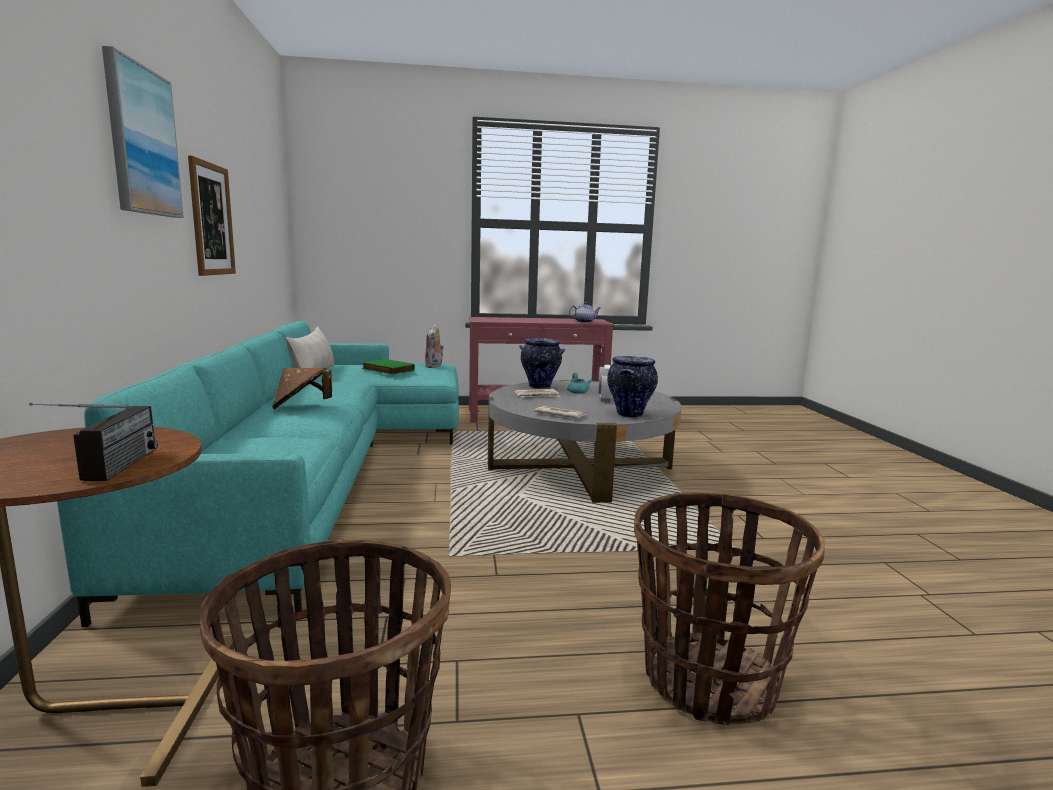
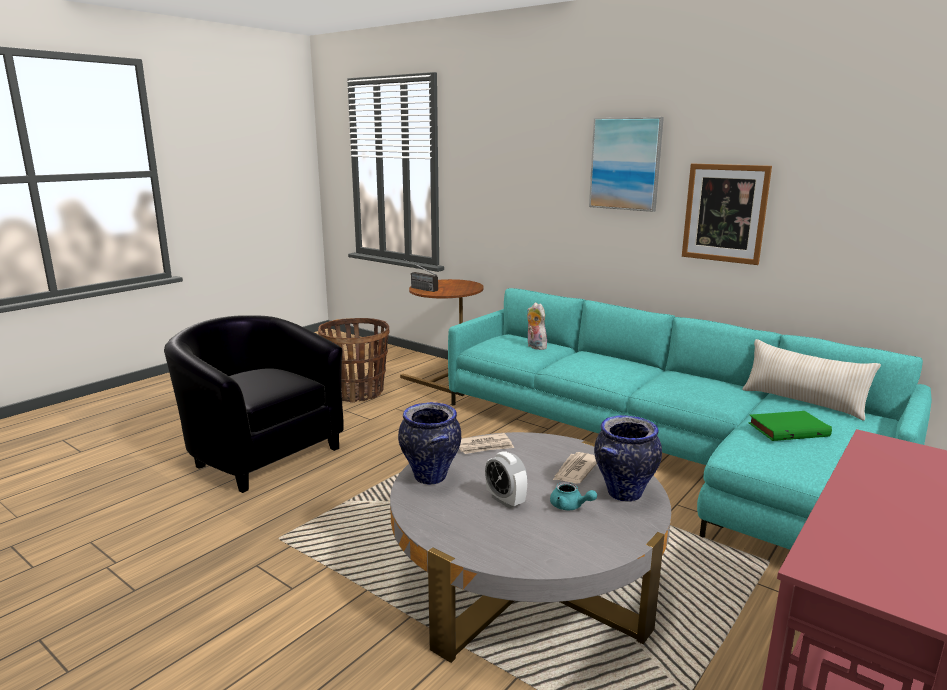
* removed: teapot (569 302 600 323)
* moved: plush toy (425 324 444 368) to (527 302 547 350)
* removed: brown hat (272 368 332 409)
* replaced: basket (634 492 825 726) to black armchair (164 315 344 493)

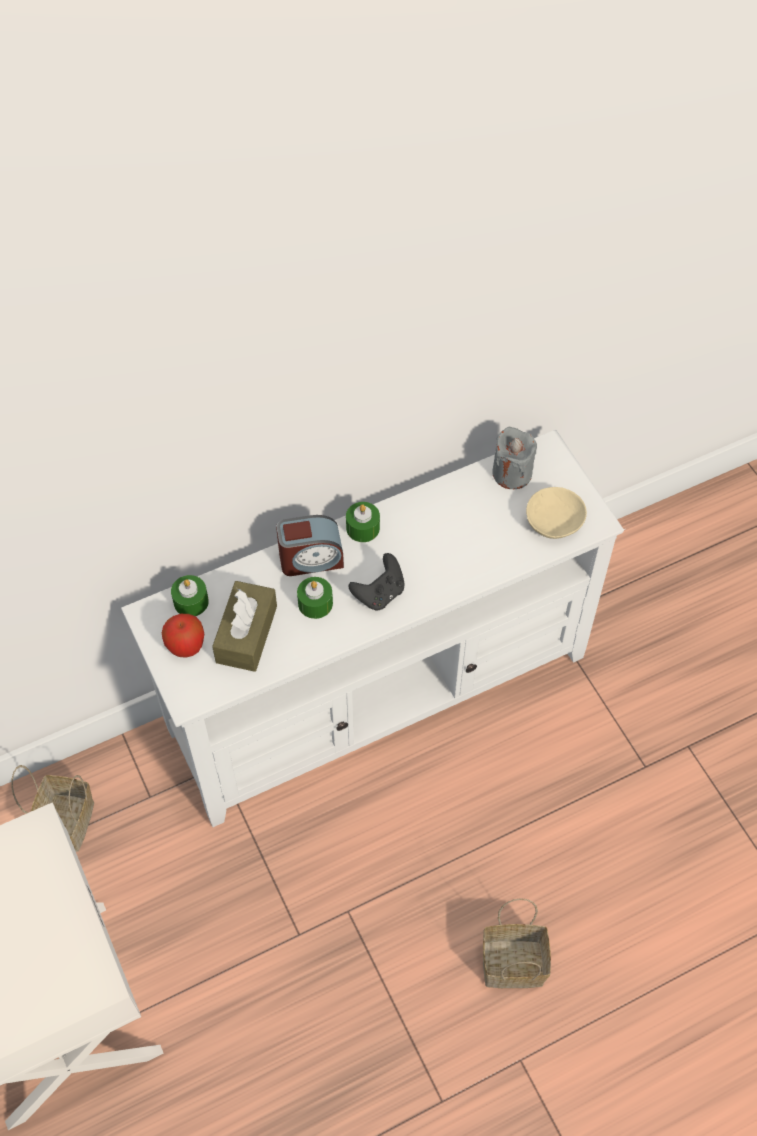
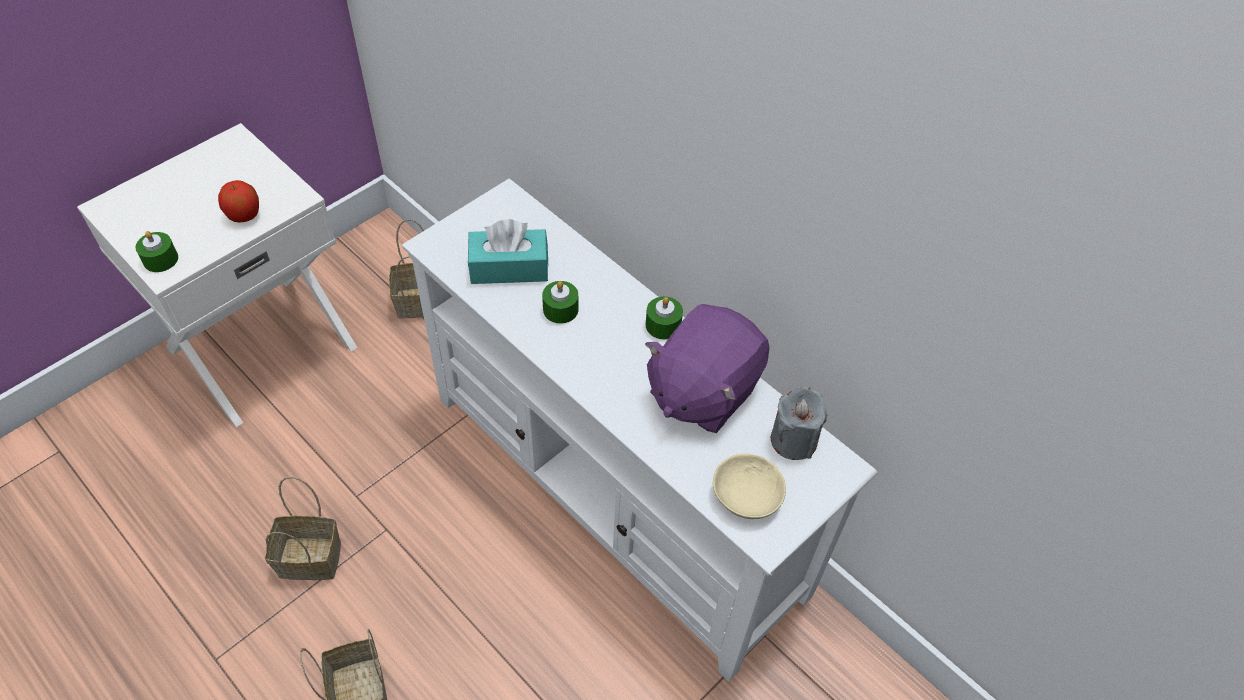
* removed: alarm clock (276 515 344 576)
* removed: black game controller (348 553 405 611)
* moved: green candle (171 575 209 616) to (135 231 178 272)
* recoloured: brown tissue box (212 581 277 672) to turquoise tissue box (468 219 549 284)
* moved: apple (162 614 204 658) to (218 180 259 222)
* added: purple plush toy (645 304 770 433)
* added: basket (265 477 341 580)

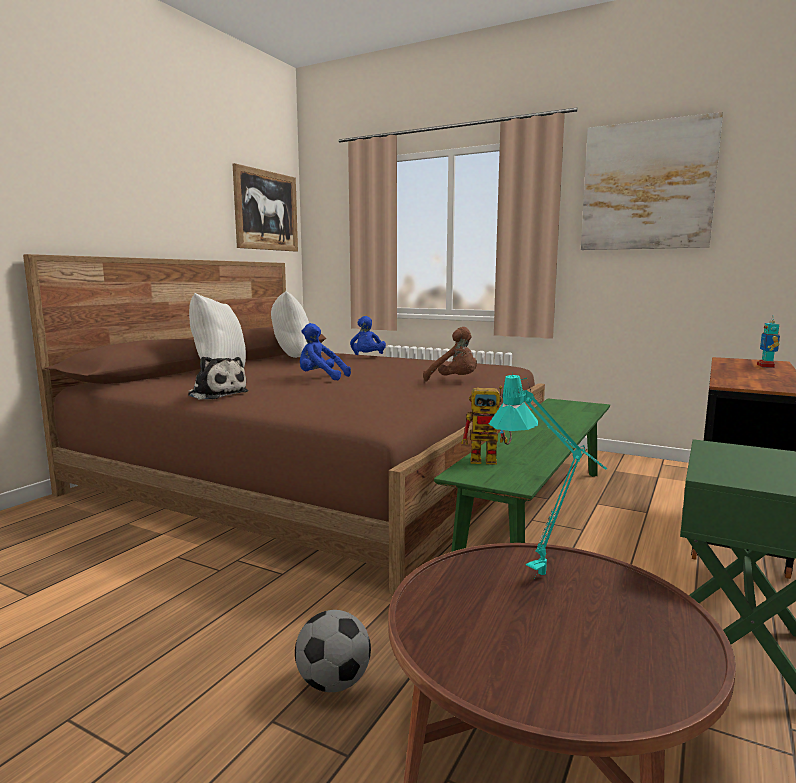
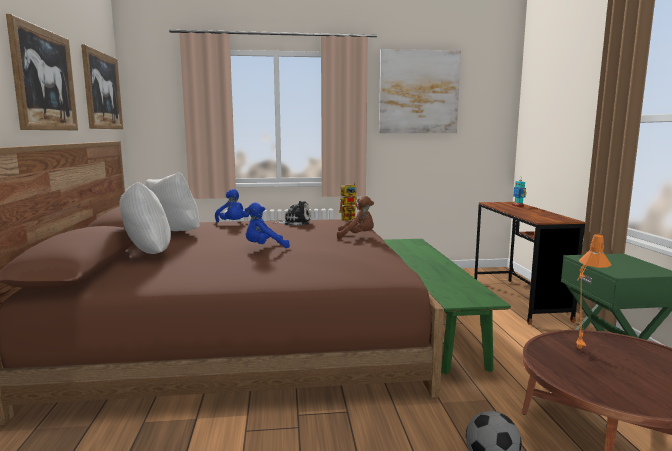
* moved: plush toy (188 357 248 400) to (274 201 311 226)
* recoloured: turquoise table lamp (489 373 607 575) to orange table lamp (576 233 612 349)
* moved: toy robot (461 386 512 465) to (339 183 359 221)
* added: picture (6 14 78 130)

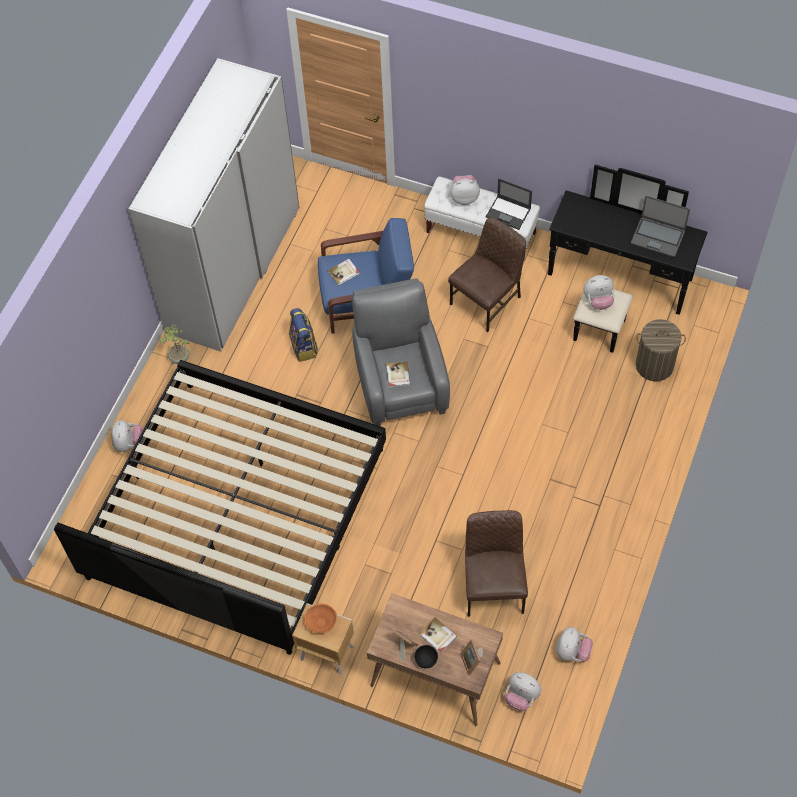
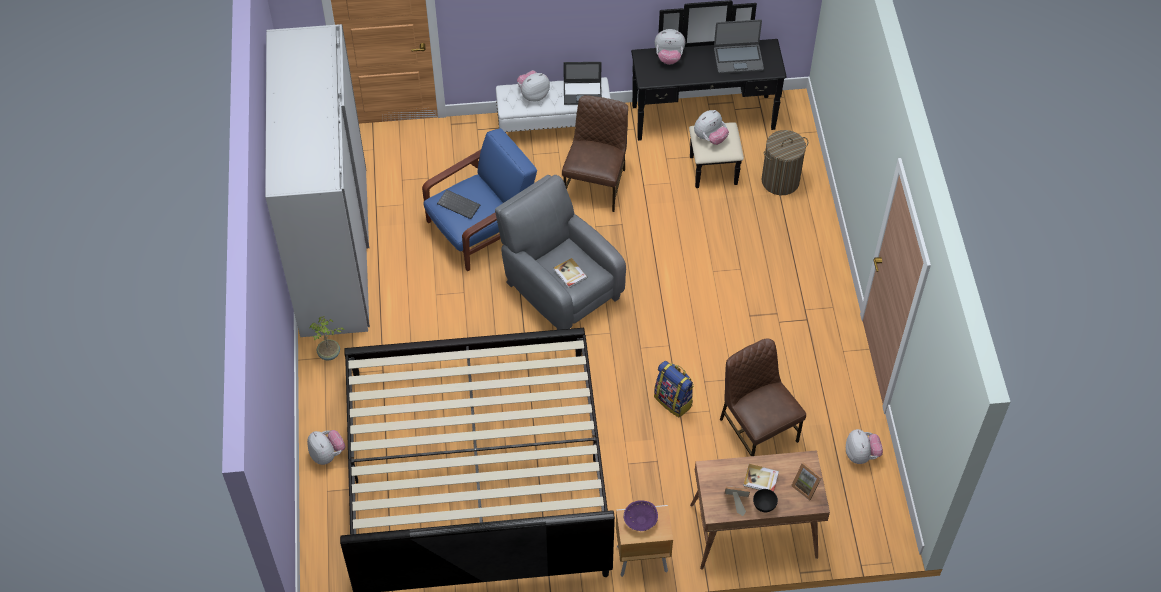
* replaced: book (327 259 360 286) to keyboard (437 190 480 219)
* moved: backpack (289 308 318 362) to (654 361 694 418)
* recoloured: orange bowl (304 604 337 634) to purple bowl (624 500 658 531)
* moved: plush toy (505 672 541 711) to (655 29 685 65)

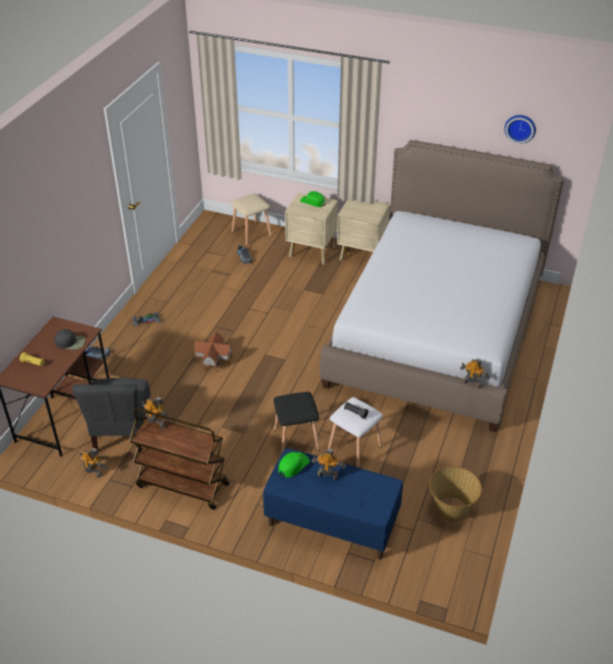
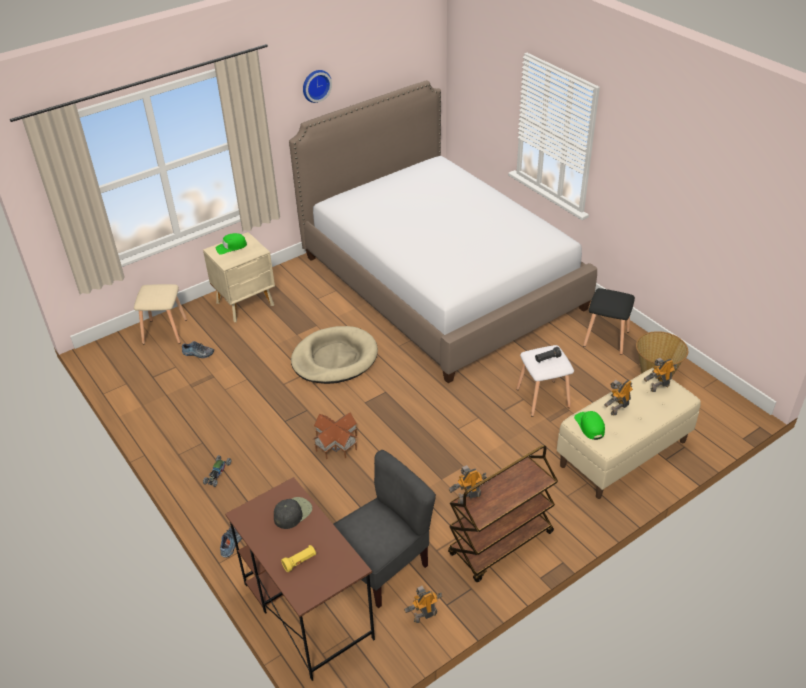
* moved: wall clock (504 115 536 144) to (303 70 332 103)
* removed: beige nightstand (337 198 390 261)
* moved: toy robot (460 359 490 388) to (644 358 677 392)
* turned: grey chair (72 378 151 453) = (333 450 436 608) 75 degrees counterclockwise
* moved: black stool (273 392 320 455) to (583 288 635 355)
* recoloured: blue bench (263 448 403 559) to beige bench (557 368 701 499)
* added: beige dog bed (291 326 378 384)

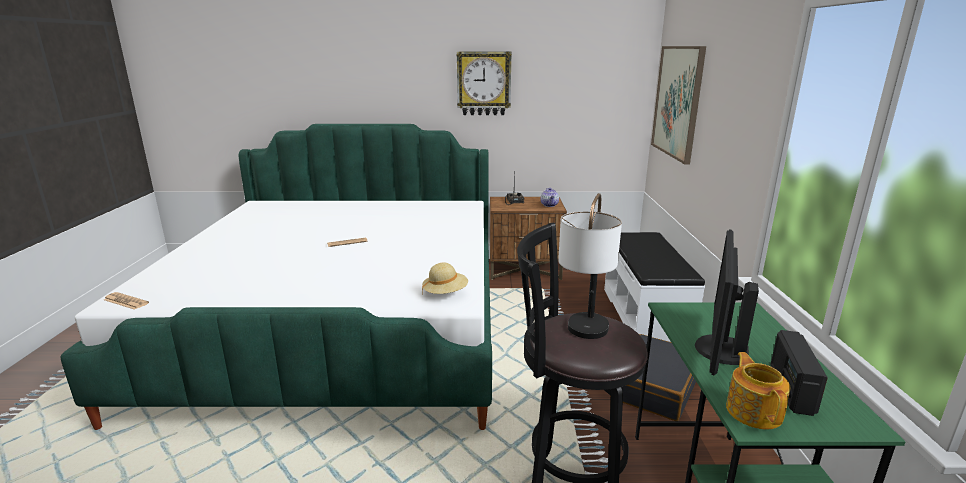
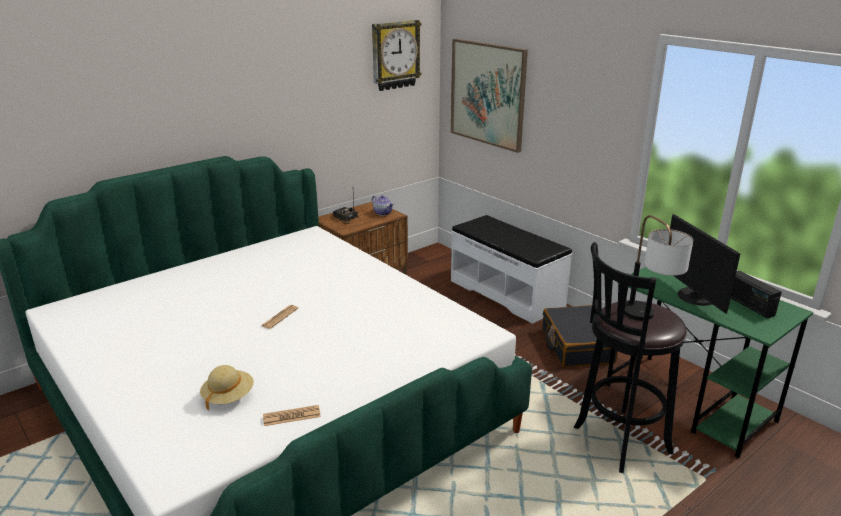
* moved: wall clock (457 52 512 115) to (372 20 422 91)
* moved: beige hat (422 263 468 294) to (200 365 254 411)
* moved: newspaper (104 292 149 310) to (263 405 321 426)
* removed: teapot (726 352 791 430)

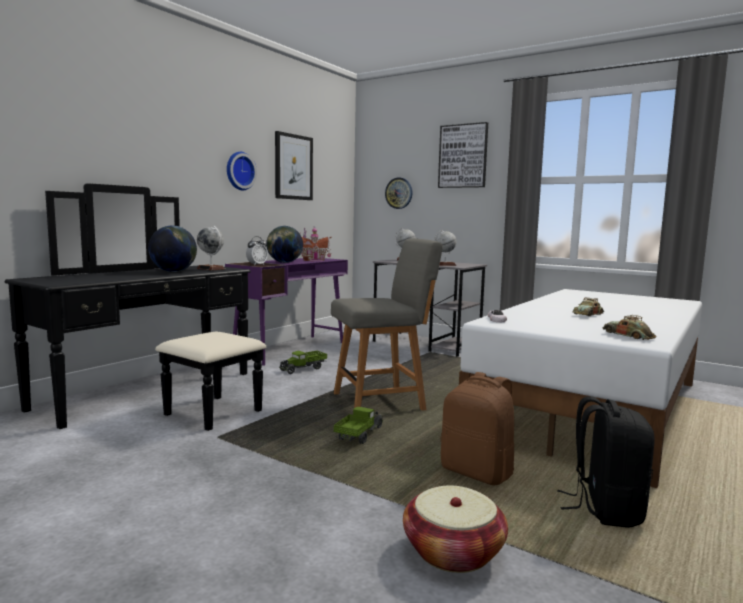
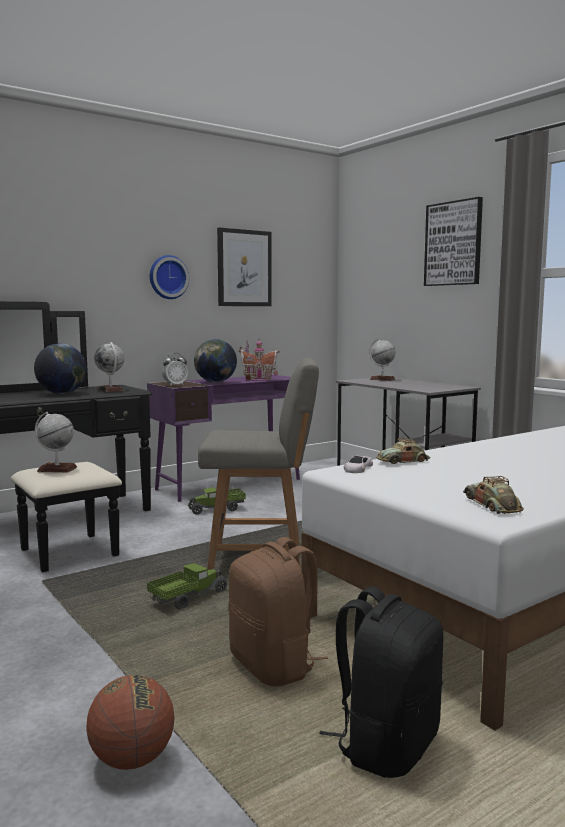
* removed: wall clock (385 177 413 209)
* moved: globe (434 230 456 266) to (35 412 77 472)
* moved: toy car (573 297 604 316) to (376 438 430 464)
* replaced: basket (403 485 508 573) to basketball (86 675 175 770)

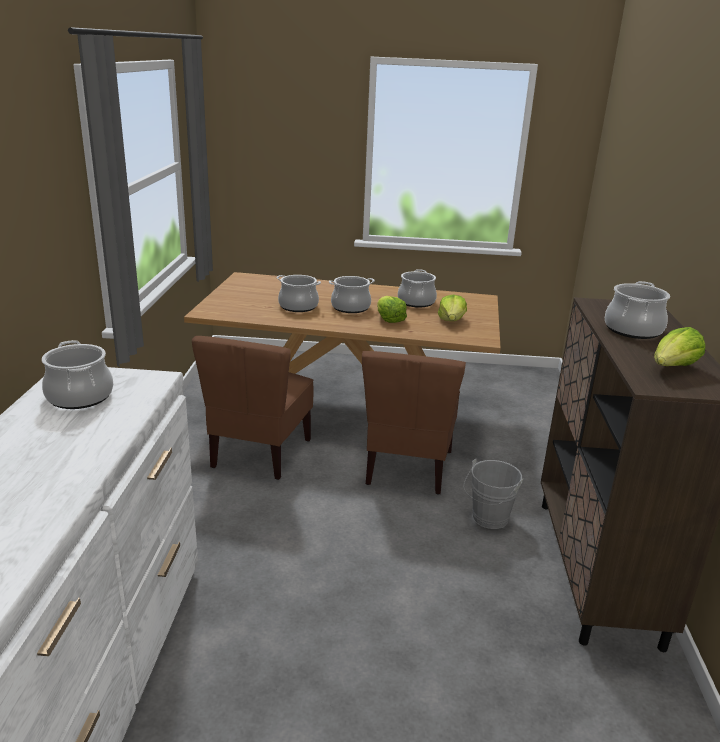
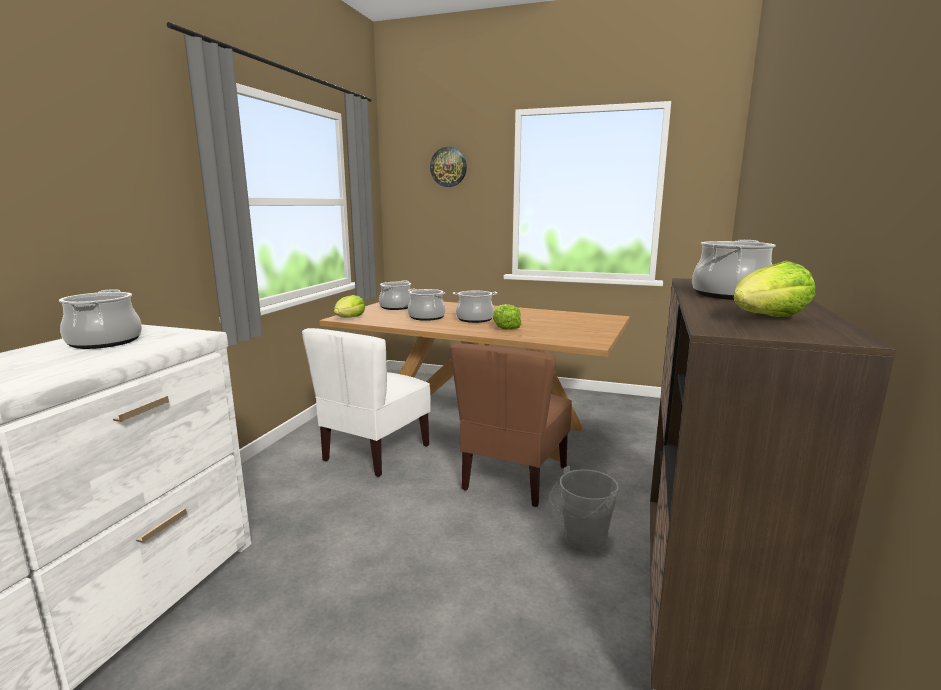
* moved: cooking pot (398 269 437 308) to (379 280 411 310)
* moved: lettuce (438 295 467 321) to (334 295 365 318)
* recoloured: brown chair (192 336 313 480) to white chair (302 328 431 477)
* added: wall clock (430 147 467 187)

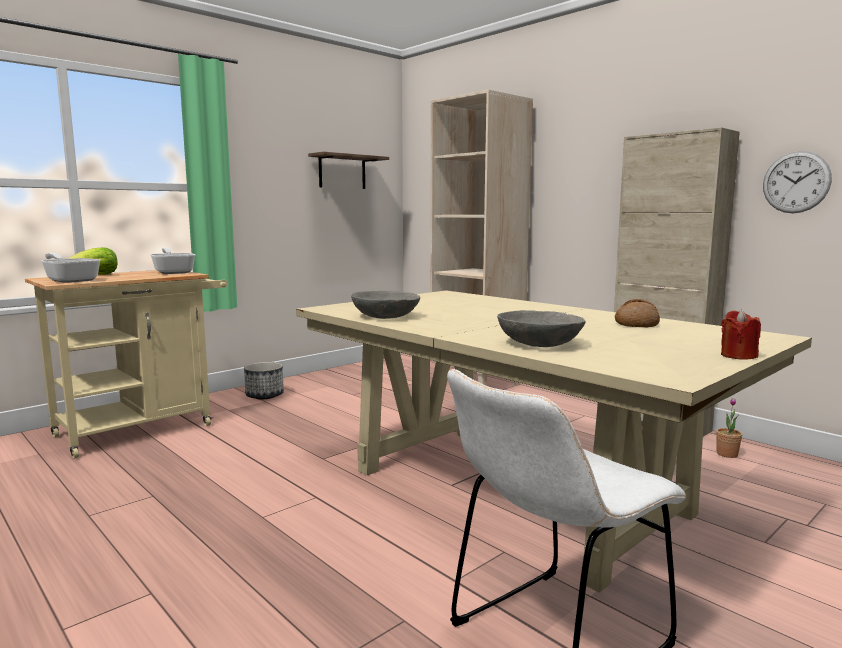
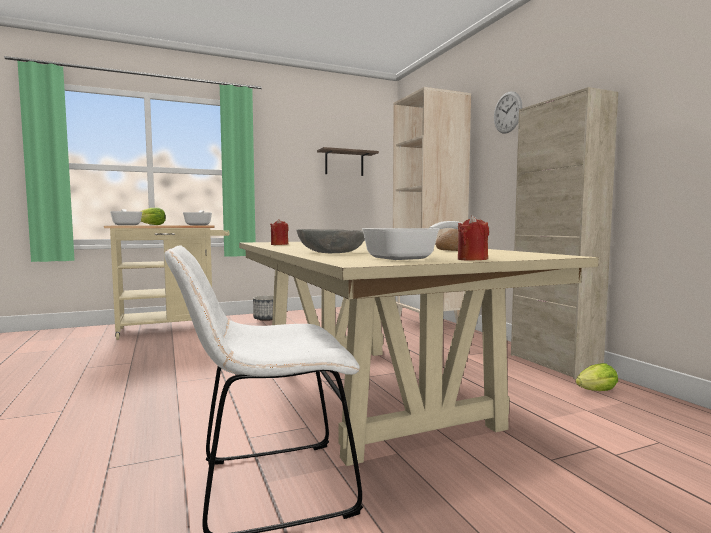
* moved: wall clock (763 151 832 213) to (494 91 522 134)
* replaced: grey bowl (351 291 420 319) to red candle (270 219 289 245)
* replaced: potted plant (716 398 742 458) to lettuce (576 363 618 391)
* added: frying pan (362 221 463 260)

